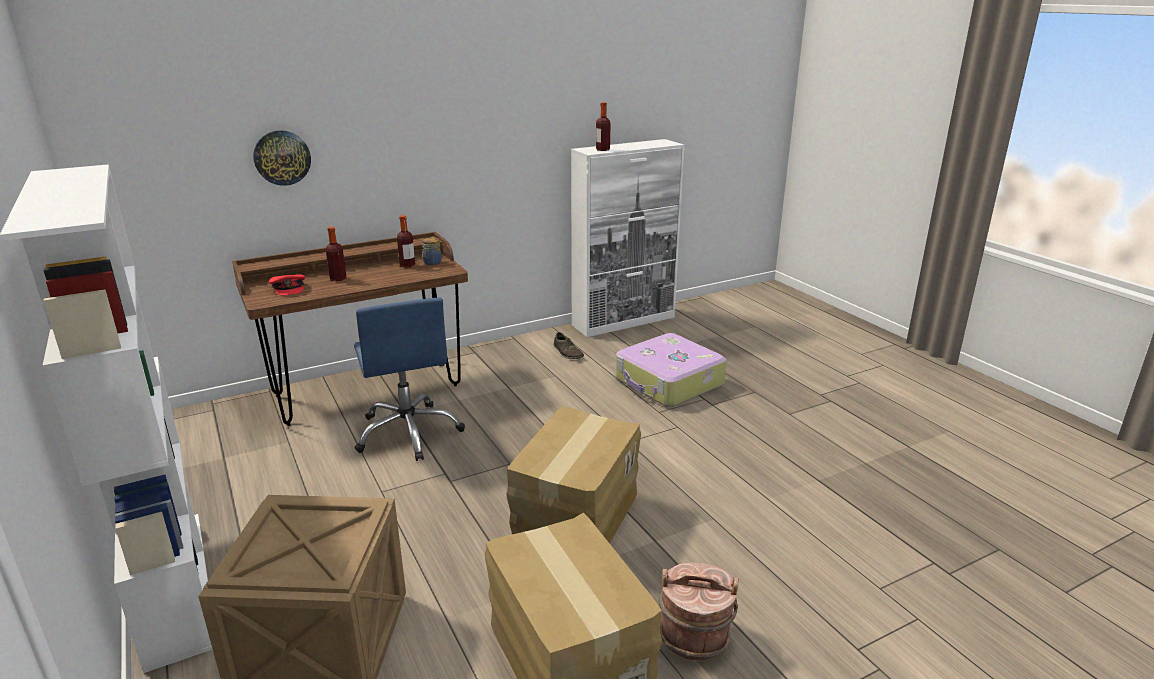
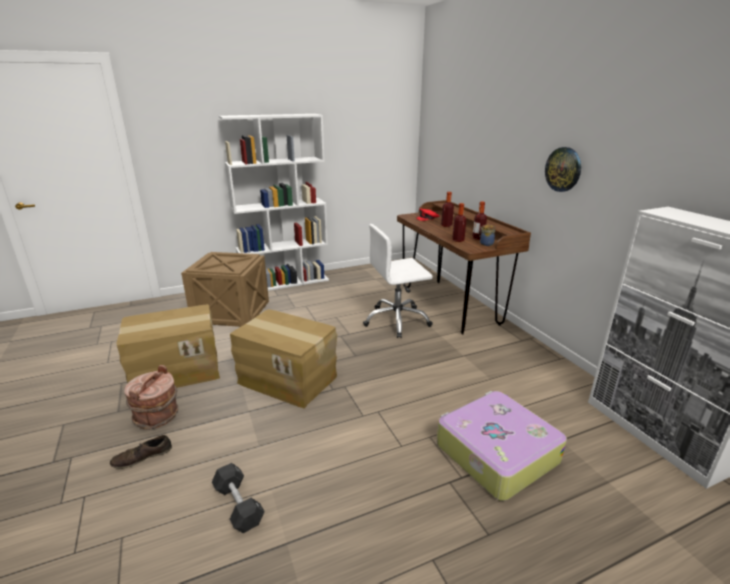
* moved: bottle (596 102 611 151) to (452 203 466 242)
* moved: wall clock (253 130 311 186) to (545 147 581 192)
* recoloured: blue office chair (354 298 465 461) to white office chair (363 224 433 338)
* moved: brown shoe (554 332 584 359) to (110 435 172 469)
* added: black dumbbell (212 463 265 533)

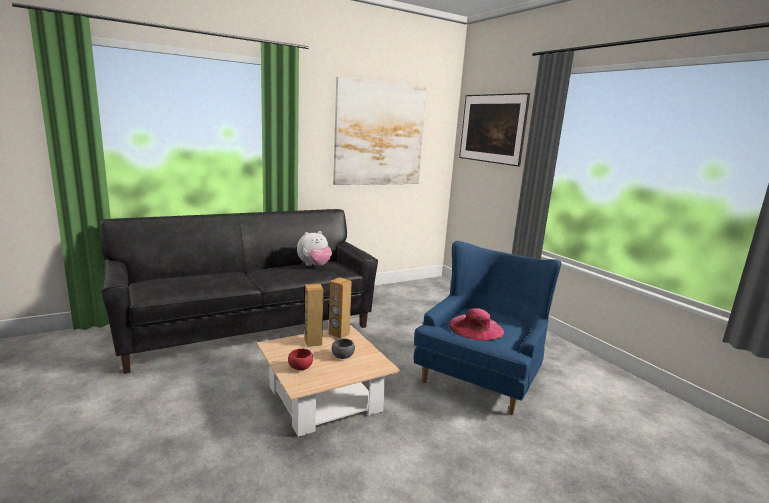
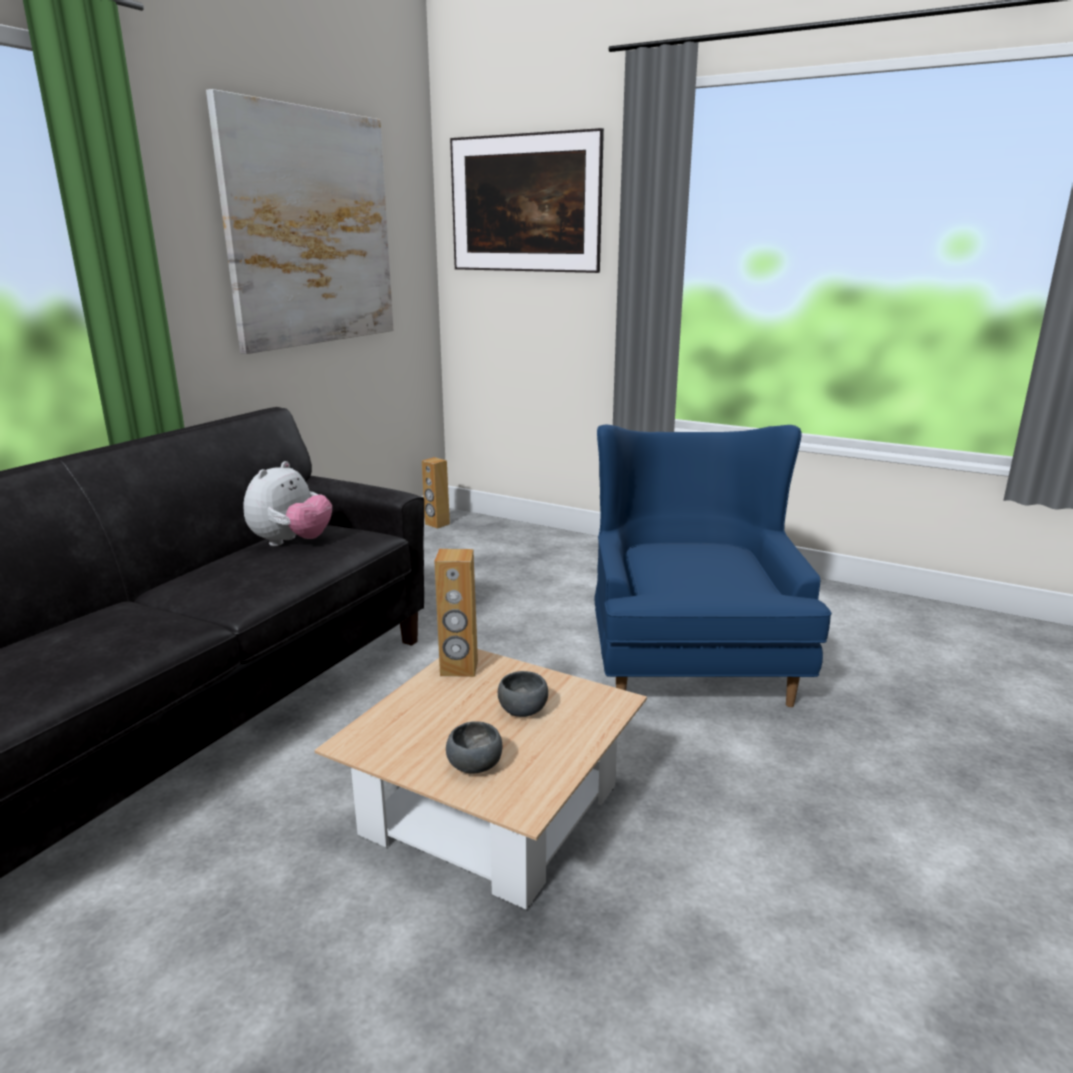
* moved: brown speaker (304 284 323 347) to (422 457 450 529)
* removed: pink hat (449 308 504 341)
* recoloured: red bowl (288 349 313 370) to grey bowl (446 722 502 774)

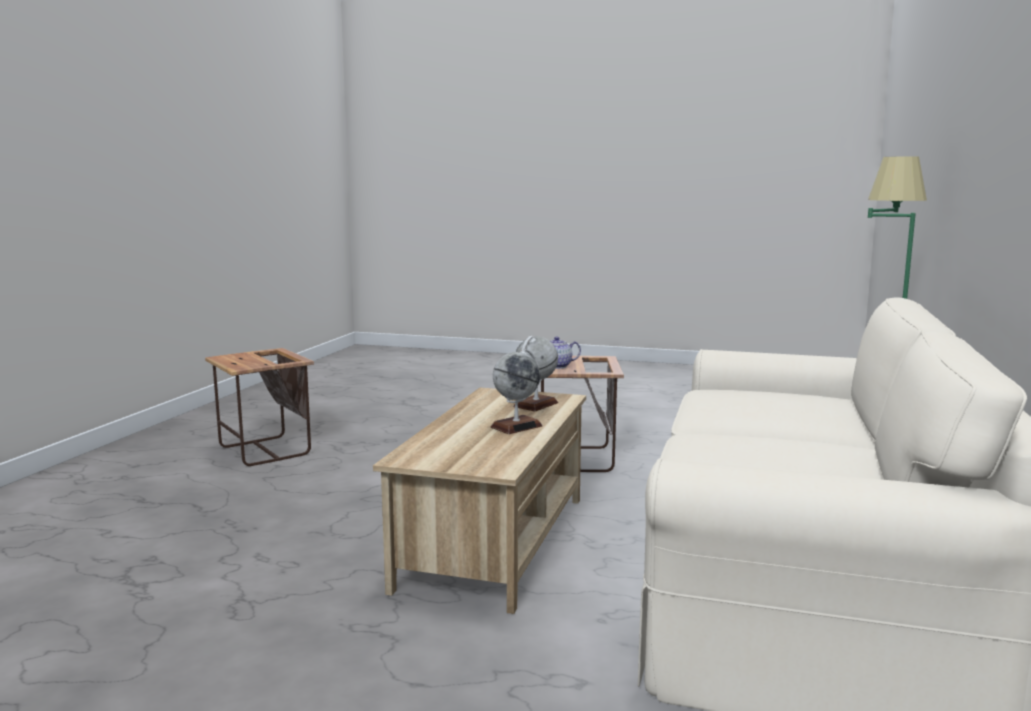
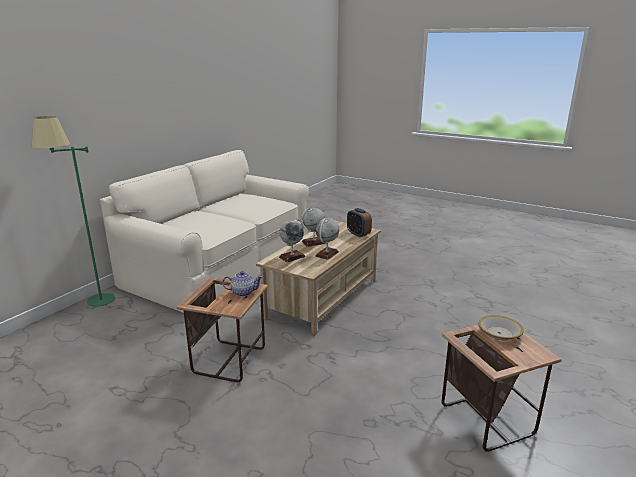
* added: alarm clock (347 208 372 237)
* added: globe (315 218 339 260)
* added: bowl (479 315 524 340)

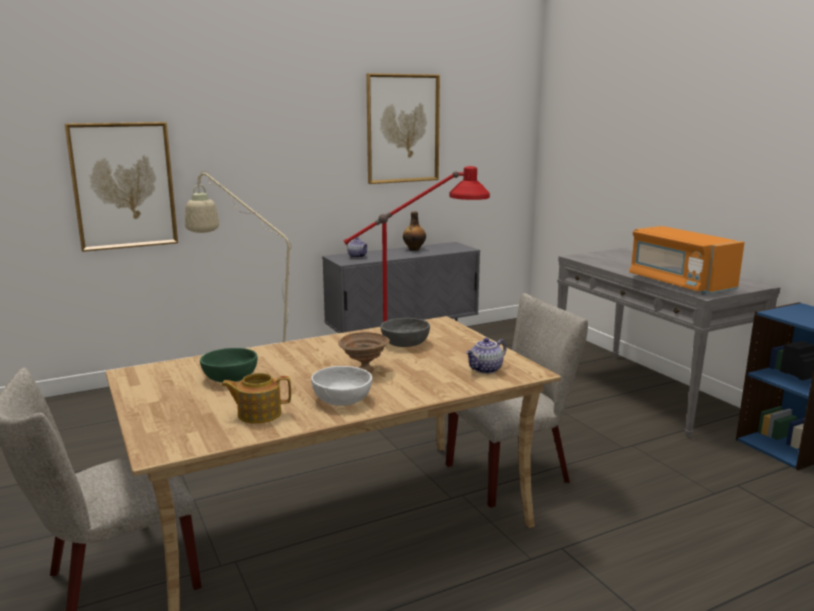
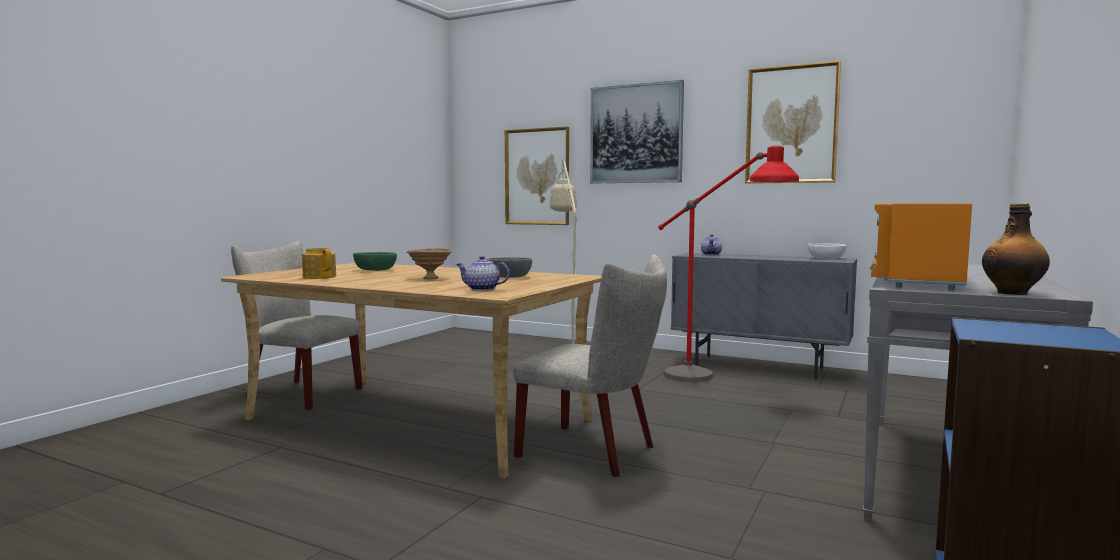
* moved: bottle (403 212 426 251) to (982 203 1050 295)
* moved: white bowl (311 366 372 406) to (808 243 847 259)
* added: picture (590 80 684 184)

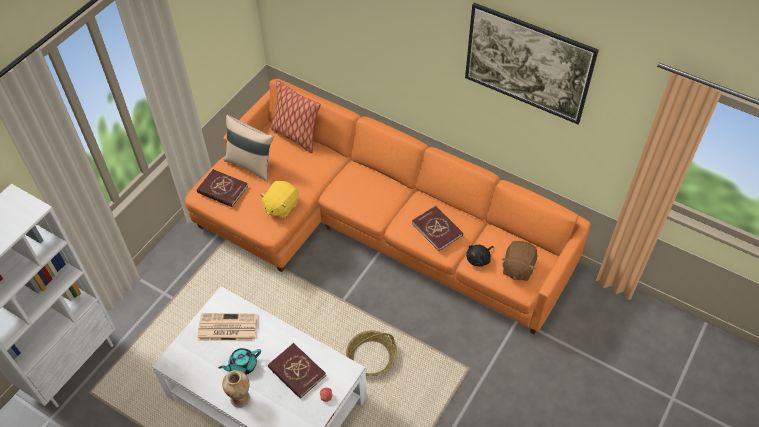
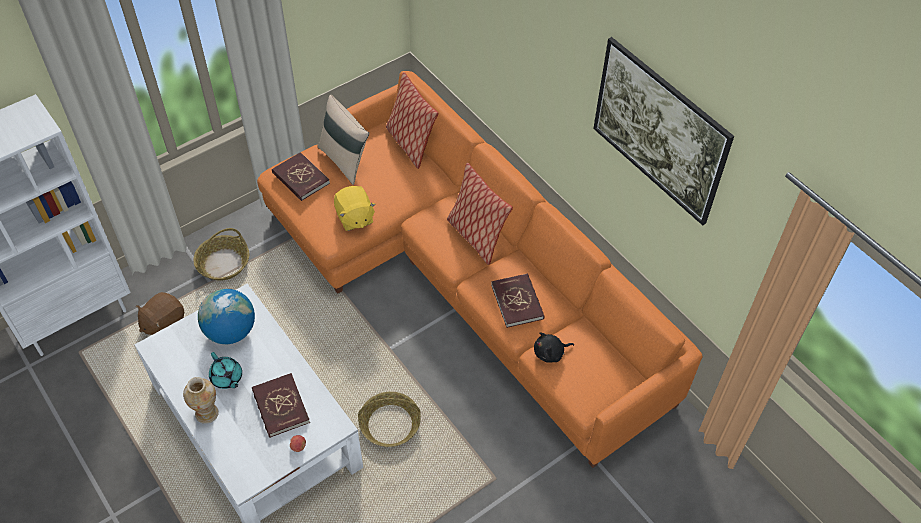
* turned: yellow plush toy (260 181 299 219) = (334 186 376 231) 75 degrees counterclockwise
* moved: brown plush toy (502 241 538 281) to (136 292 184 335)
* replaced: newspaper (197 313 258 341) to globe (198 289 255 344)
* turned: turquoise teapot (219 348 261 375) = (209 352 242 389) 120 degrees counterclockwise
* added: pillow (447 163 513 265)
* added: basket (193 228 249 281)

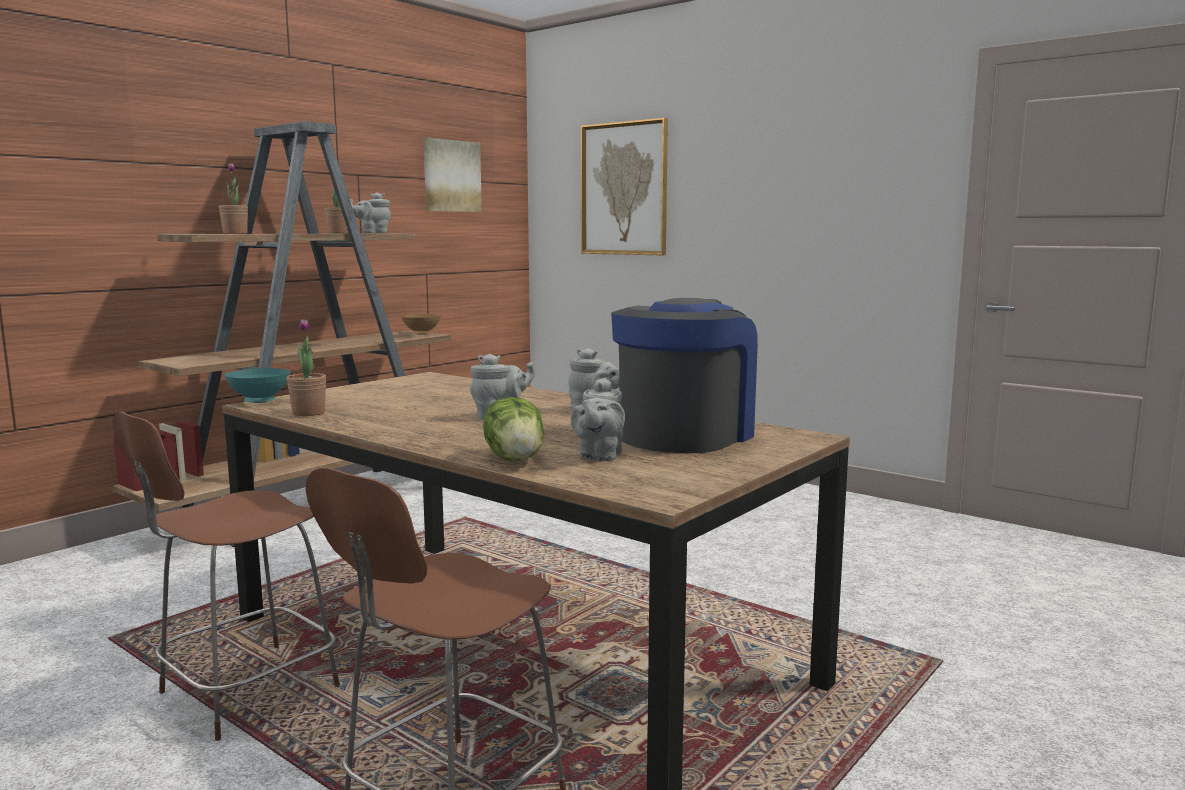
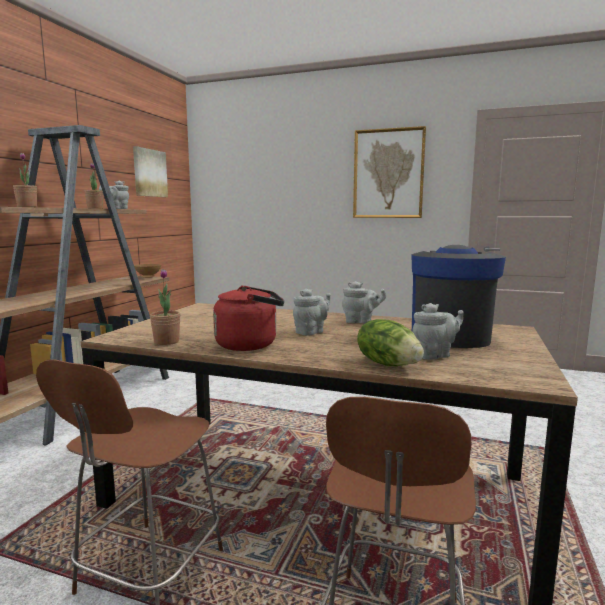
* moved: picture (581 118 668 255) to (353 126 426 218)
* removed: turquoise bowl (224 368 291 403)
* turned: grey teapot (571 377 625 461) = (413 303 464 360) 105 degrees counterclockwise
* added: red kettle (213 286 284 351)

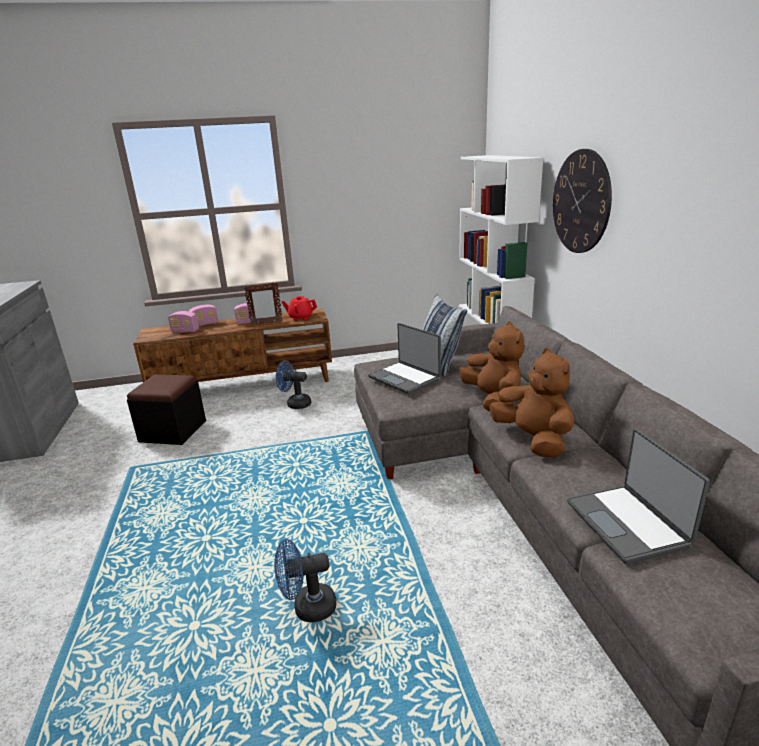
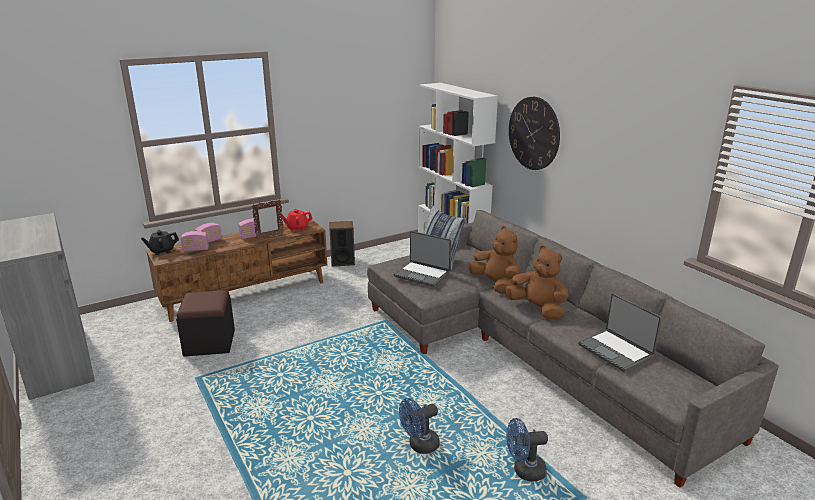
* moved: blue fan (276 360 311 409) to (506 418 548 481)
* added: speaker (329 221 355 267)
* added: black teapot (141 230 179 255)

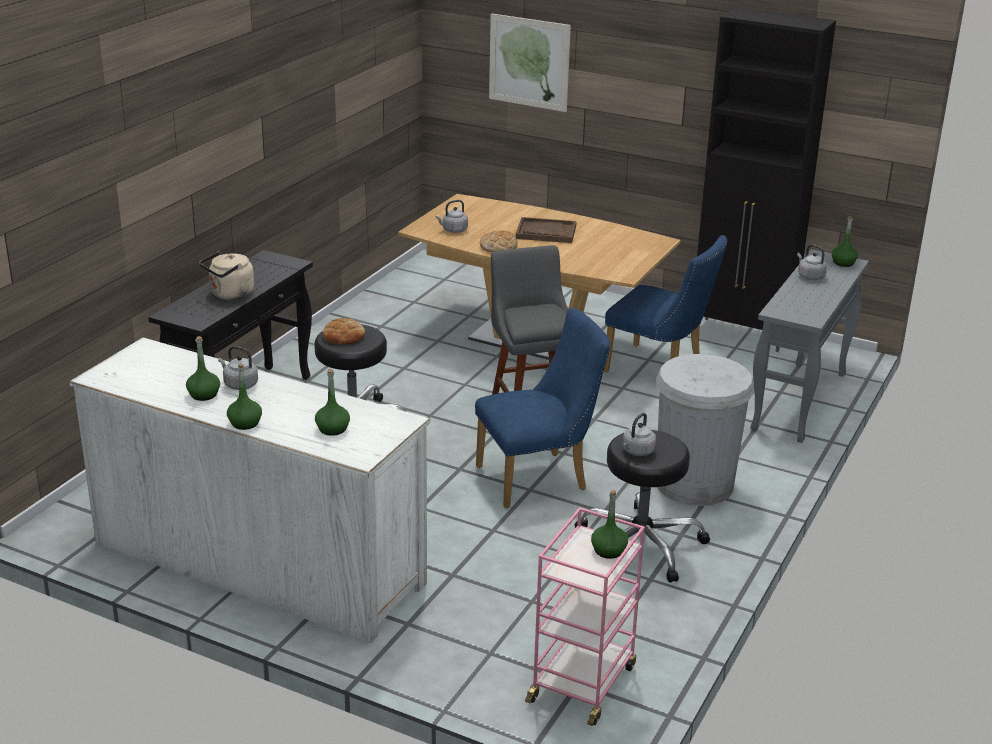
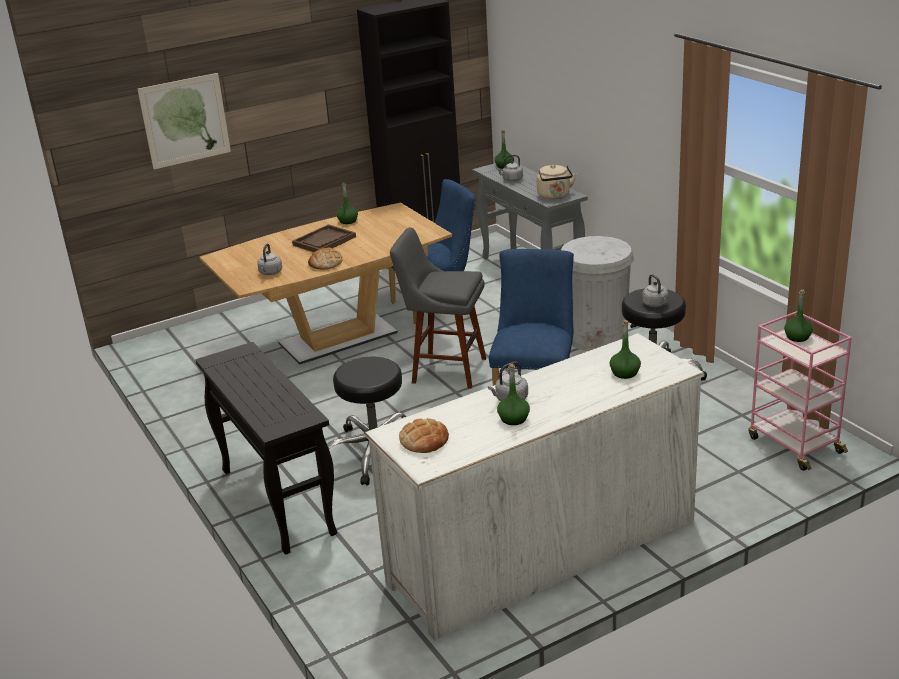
* moved: beige kettle (199 251 254 300) to (537 165 577 200)
* moved: bread (323 318 365 344) to (399 418 449 453)
* moved: green bottle (227 364 262 430) to (337 183 358 224)

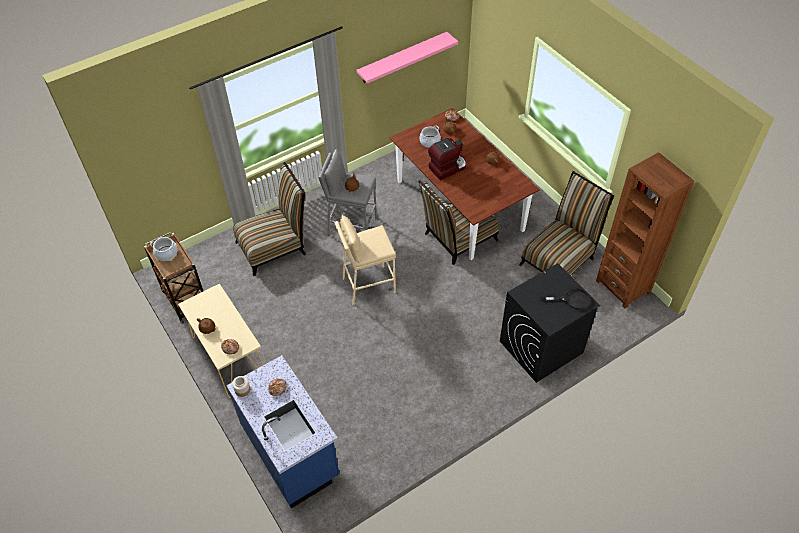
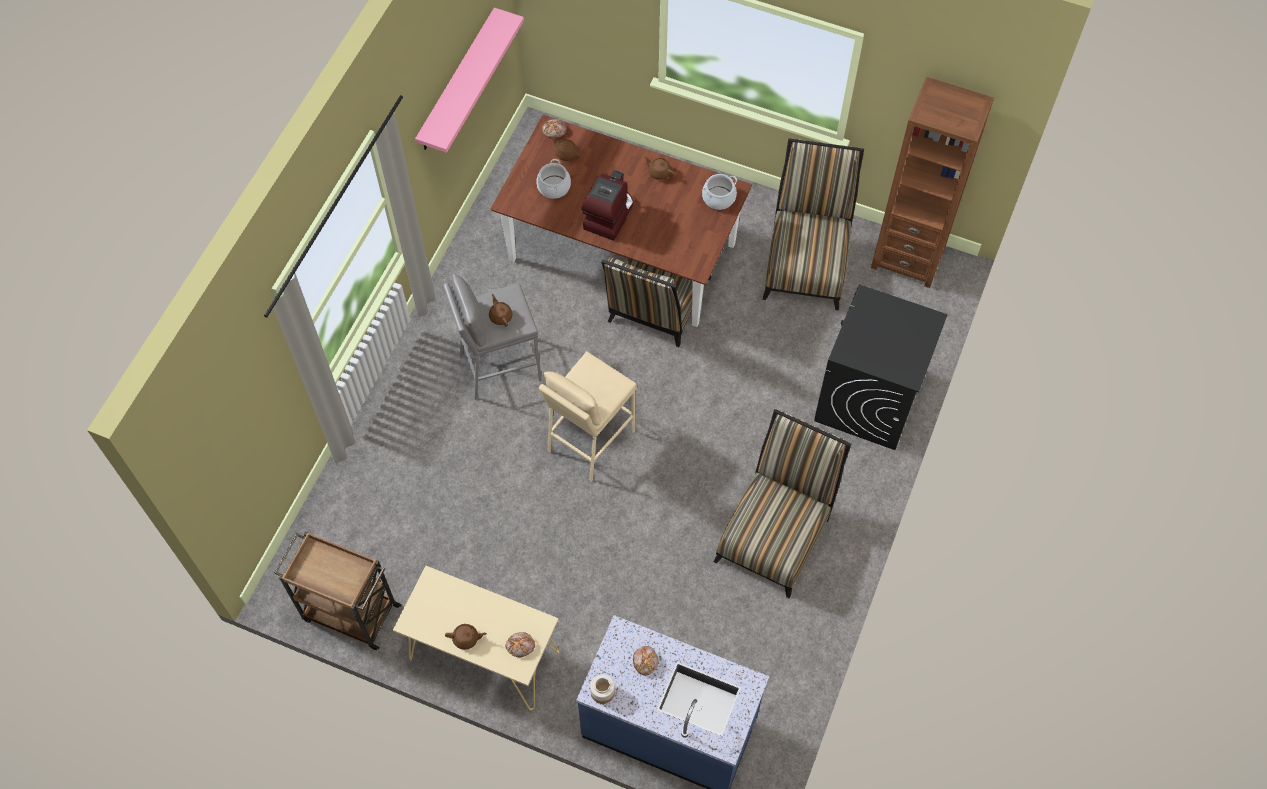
* moved: chair (233 162 306 276) to (713 409 851 598)
* moved: cooking pot (150 237 177 261) to (702 174 737 210)
* removed: black frying pan (540 288 590 309)

